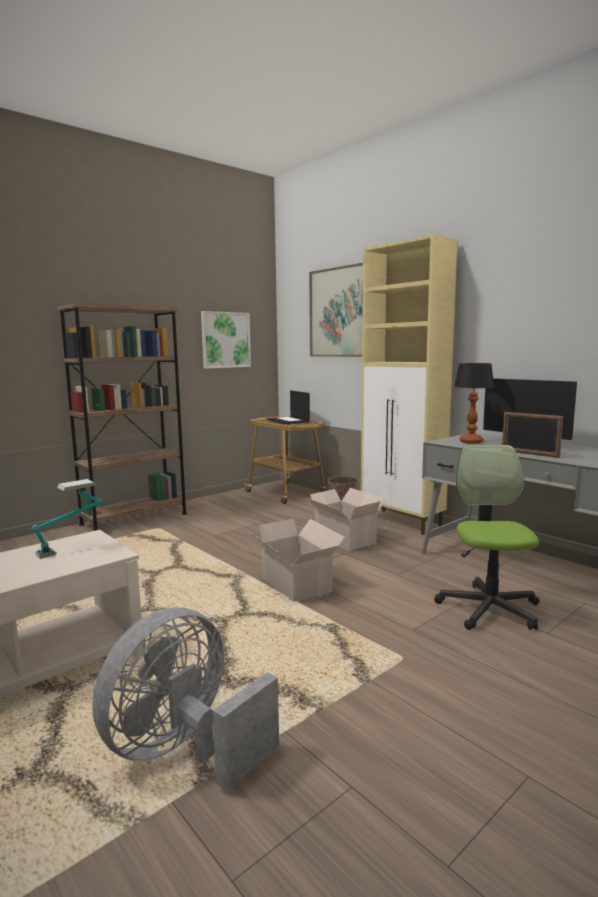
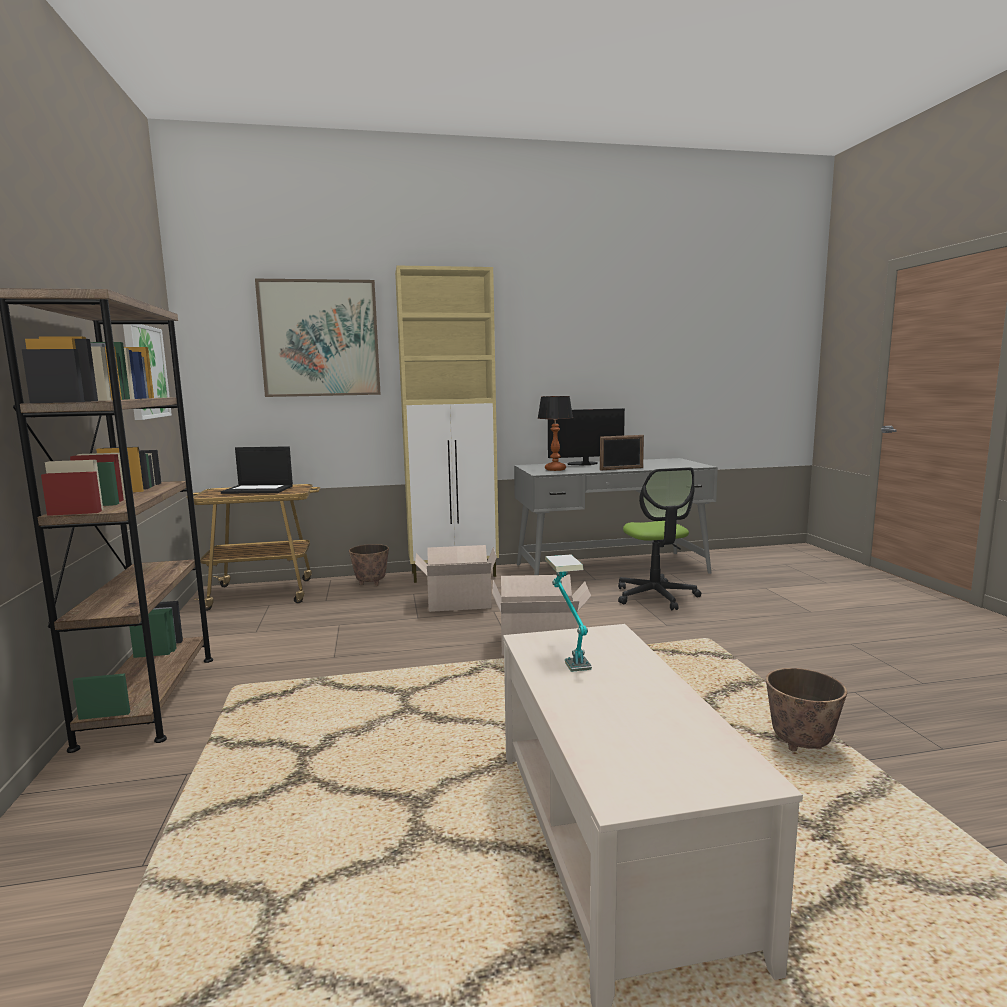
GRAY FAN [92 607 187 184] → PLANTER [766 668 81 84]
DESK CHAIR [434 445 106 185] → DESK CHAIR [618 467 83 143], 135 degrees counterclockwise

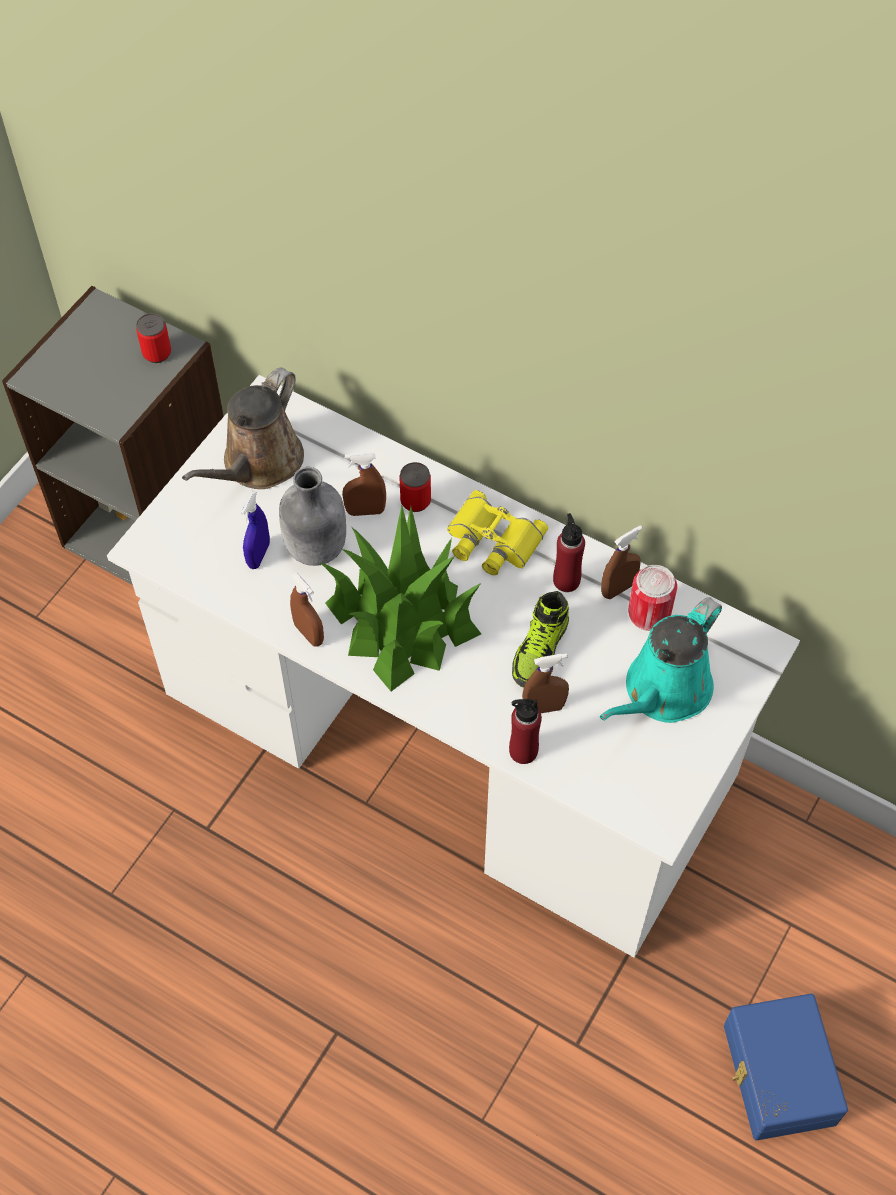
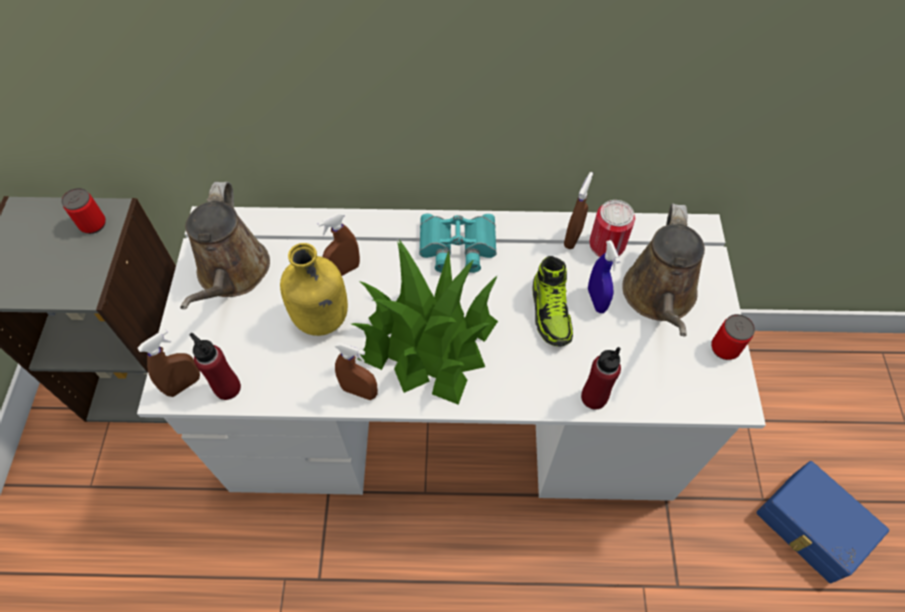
BLUE-COLOURED SPRAY BOTTLE [241 491 29 78] → BLUE-COLOURED SPRAY BOTTLE [588 240 32 73], moved
GRAY BOTTLE [279 467 67 99] → YELLOW-COLOURED BOTTLE [280 243 68 93]
METAL CAN [399 462 32 50] → METAL CAN [711 314 44 46], moved
YELLOW-COLOURED PAIR OF BINOCULARS [447 490 101 85] → TURQUOISE PAIR OF BINOCULARS [419 214 78 59]
BROWN SPRAY BOTTLE [522 653 47 60] → BROWN SPRAY BOTTLE [138 329 62 68], moved
RED-COLOURED BOTTLE [553 513 32 79] → RED-COLOURED BOTTLE [189 333 52 67], moved
TURQUOISE WATERING CAN [600 597 122 126] → BROWN WATERING CAN [622 203 83 133]

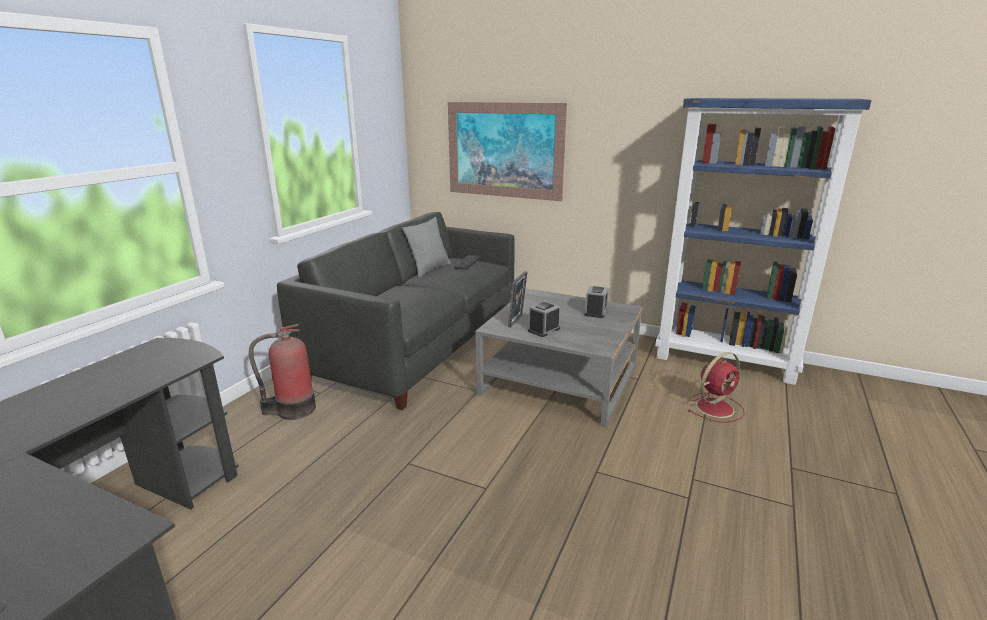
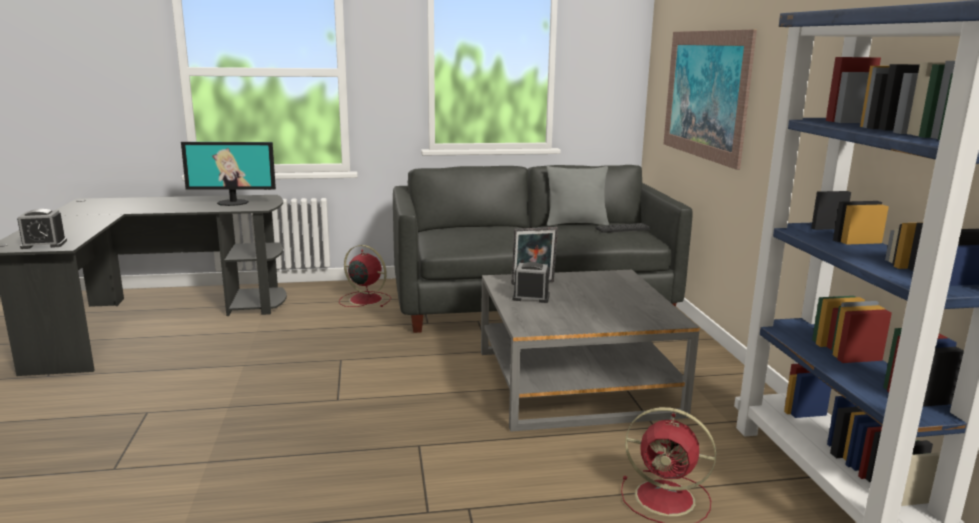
FIRE EXTINGUISHER [249 324 67 96] → RED-COLOURED FAN [339 245 52 62]
ALARM CLOCK [585 286 24 32] → ALARM CLOCK [17 209 50 40], moved
- → COMPUTER SCREEN [181 142 95 64]

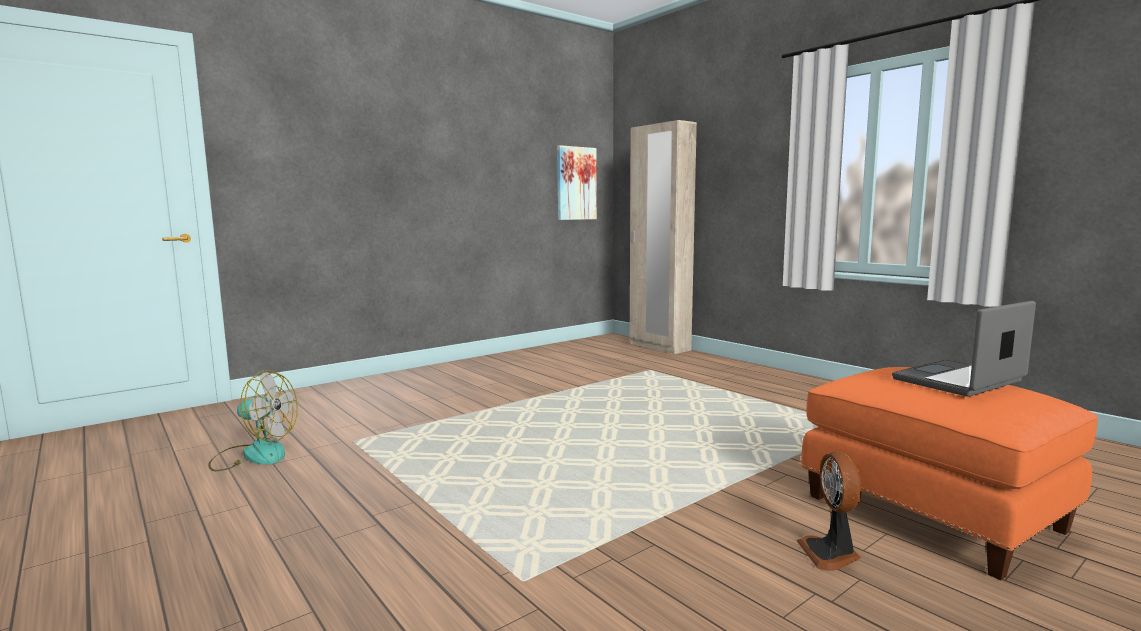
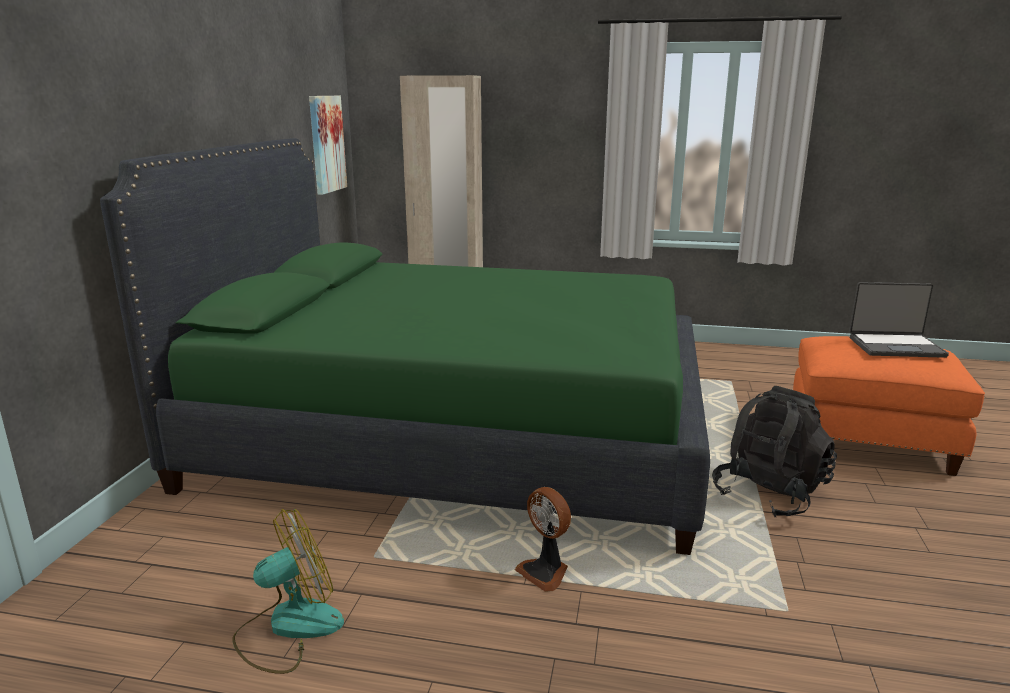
FAN [797 451 65 120] → FAN [515 487 56 105], moved
LAPTOP [892 301 144 96] → LAPTOP [849 282 100 76], 105 degrees counterclockwise
- → GREEN-COLOURED BED [100 138 610 417]
- → BLACKISH RUCKSACK [712 386 125 131]

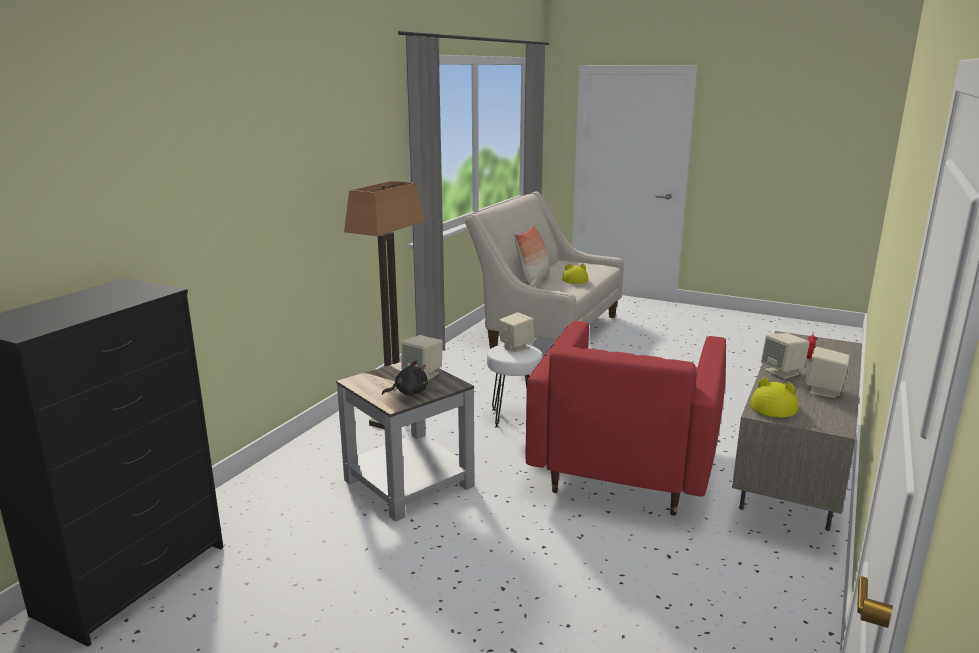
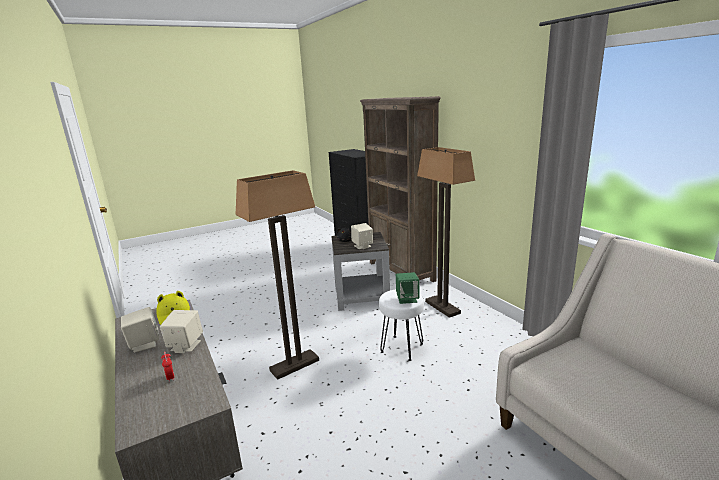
BEIGE-COLOURED LOUDSPEAKER [499 312 36 40] → GREEN-COLOURED LOUDSPEAKER [396 272 24 32]
THROW PILLOW [514 225 36 62] → -
RED-COLOURED LOUNGE CHAIR [526 321 200 195] → STANDING LAMP [235 170 84 210]
YELLOW-COLOURED CLOTHING HAT [562 263 26 21] → -
- → BROWN SHELVING UNIT [360 96 81 186]

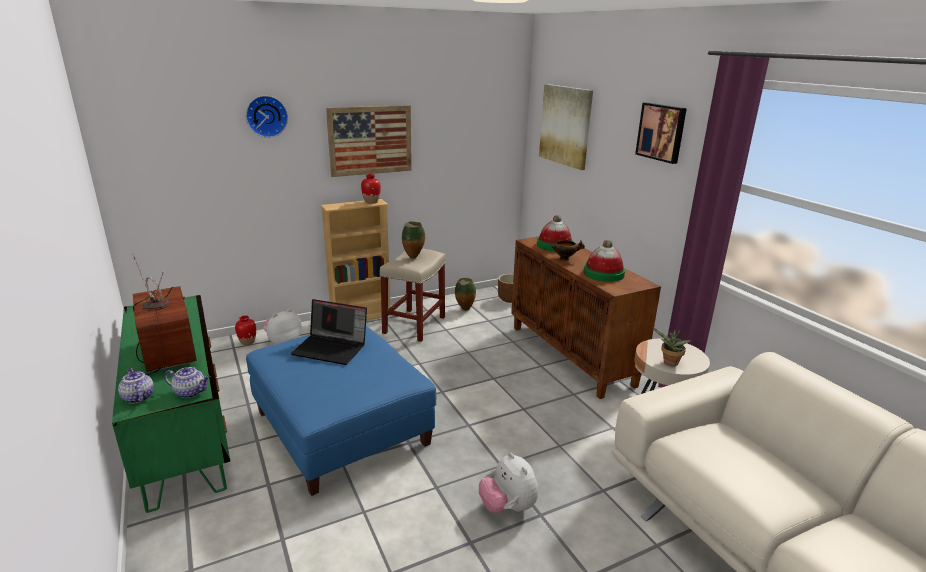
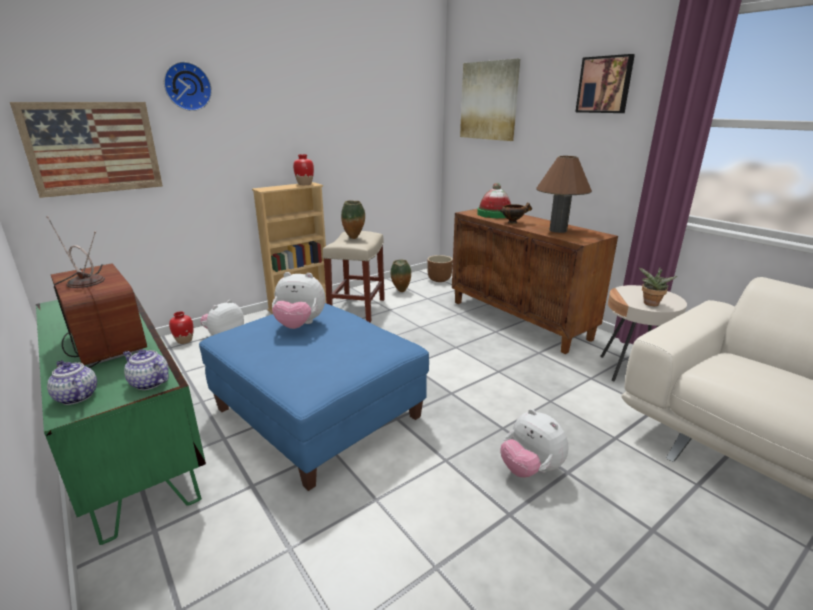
TEA POT [164 367 46 31] → TEA POT [123 349 46 41], 150 degrees counterclockwise
LAPTOP [291 299 76 66] → PLUSH TOY [272 272 53 57]
WALL PICTURE [326 105 86 72] → WALL PICTURE [10 102 153 96], moved
CLOTHING HAT [583 240 42 42] → BROWN LAMP FOR A TABLE [536 156 56 77]

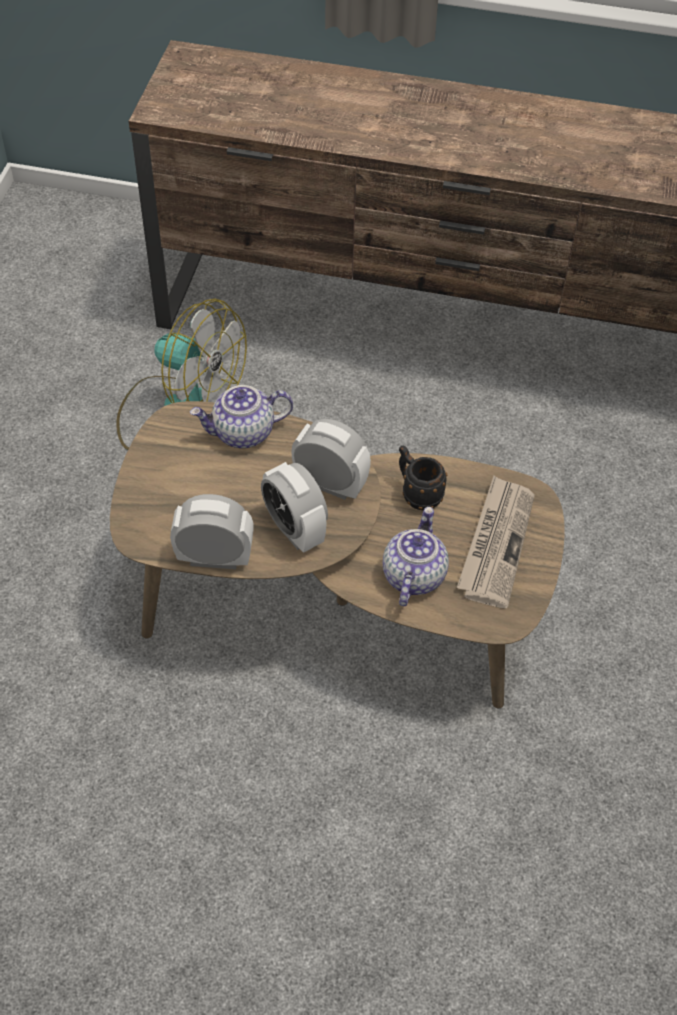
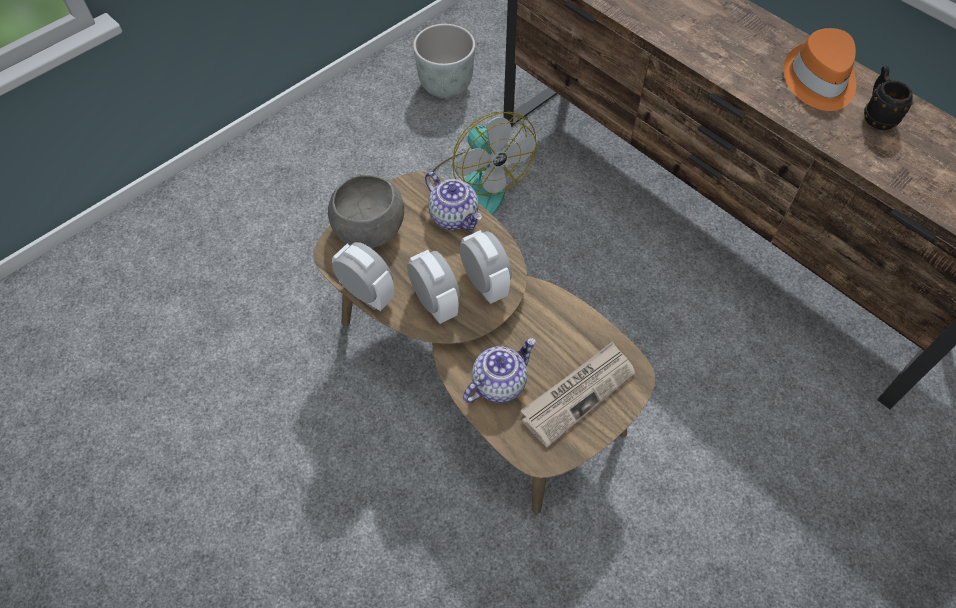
TEA POT [190 385 103 63] → TEA POT [425 172 57 58], 150 degrees counterclockwise
ALARM CLOCK [261 462 67 91] → ALARM CLOCK [407 250 53 74], 150 degrees clockwise
BLACKISH MUG [399 446 48 65] → BLACKISH MUG [864 66 49 64], moved
- → GRAY SERVING BOWL [328 175 76 73]
- → GRAY PLANTER [413 24 62 74]
- → ORANGEY CLOTHING HAT [783 28 73 83]

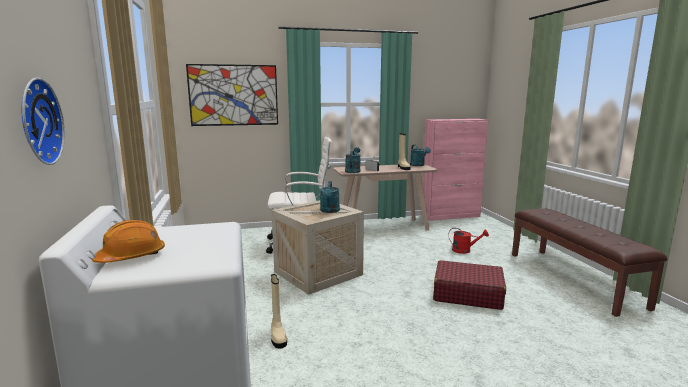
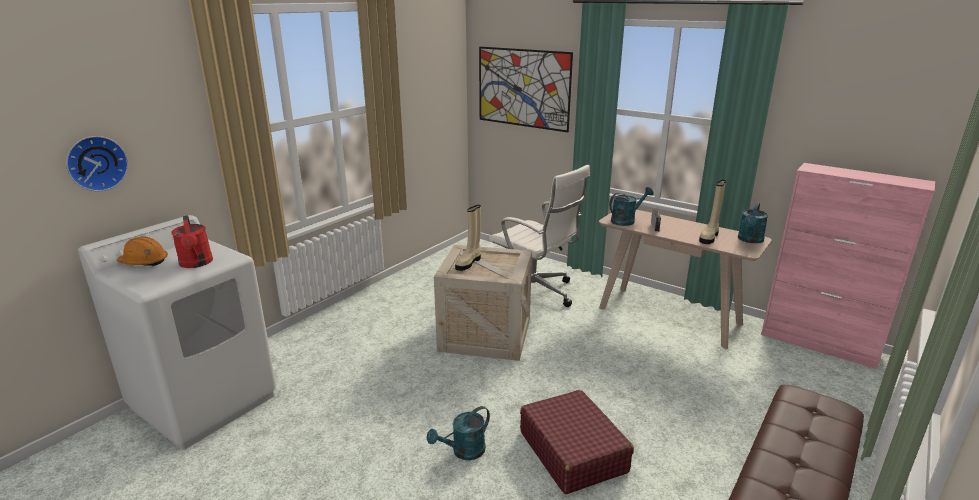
BEIGE-COLOURED TALL BOOT [271 274 16 75] → BEIGE-COLOURED TALL BOOT [455 205 26 66], moved
TURQUOISE WATERING CAN [320 181 20 32] → TURQUOISE WATERING CAN [427 406 63 54], moved
RED-COLOURED WATERING CAN [448 228 41 26] → RED-COLOURED WATERING CAN [172 215 41 53], moved

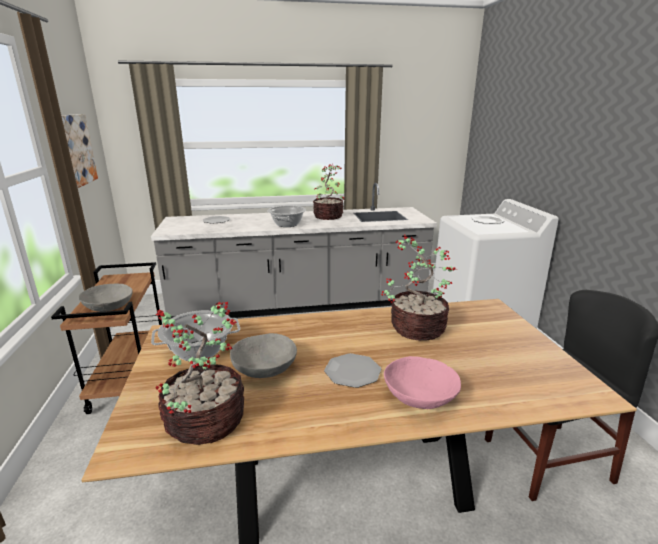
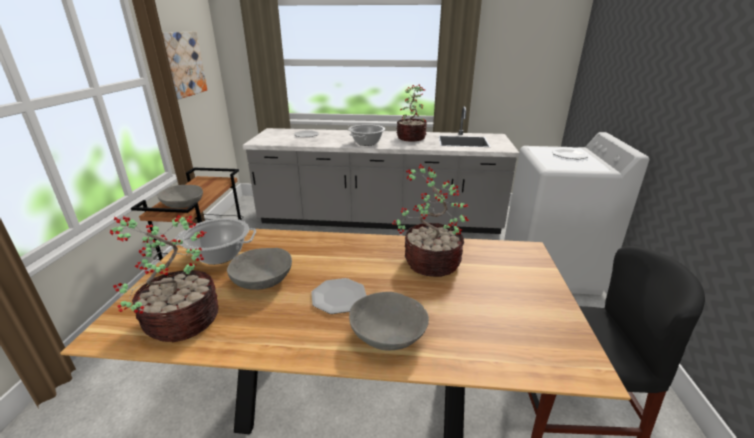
PINK-COLOURED SERVING BOWL [384 356 77 53] → GRAY SERVING BOWL [349 292 80 58]

